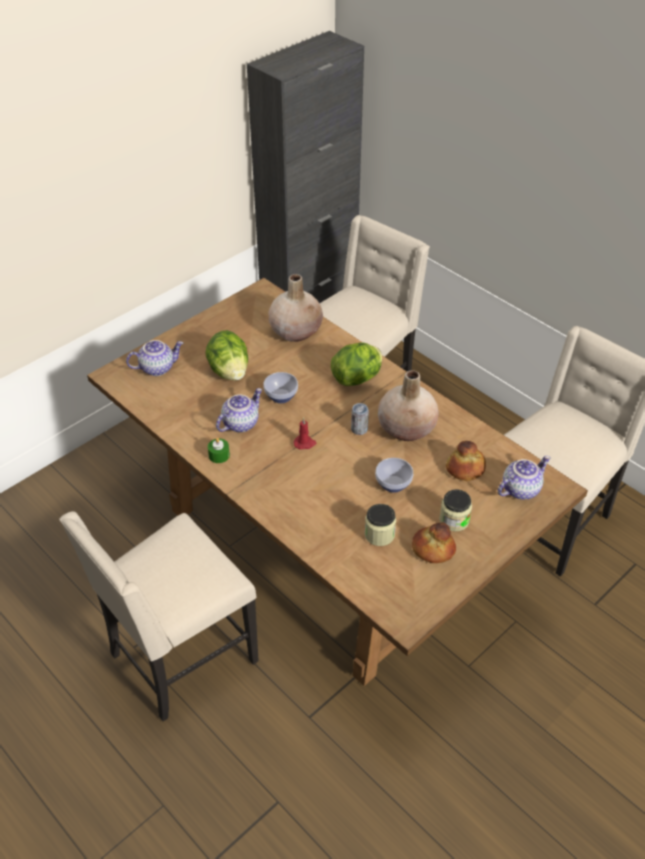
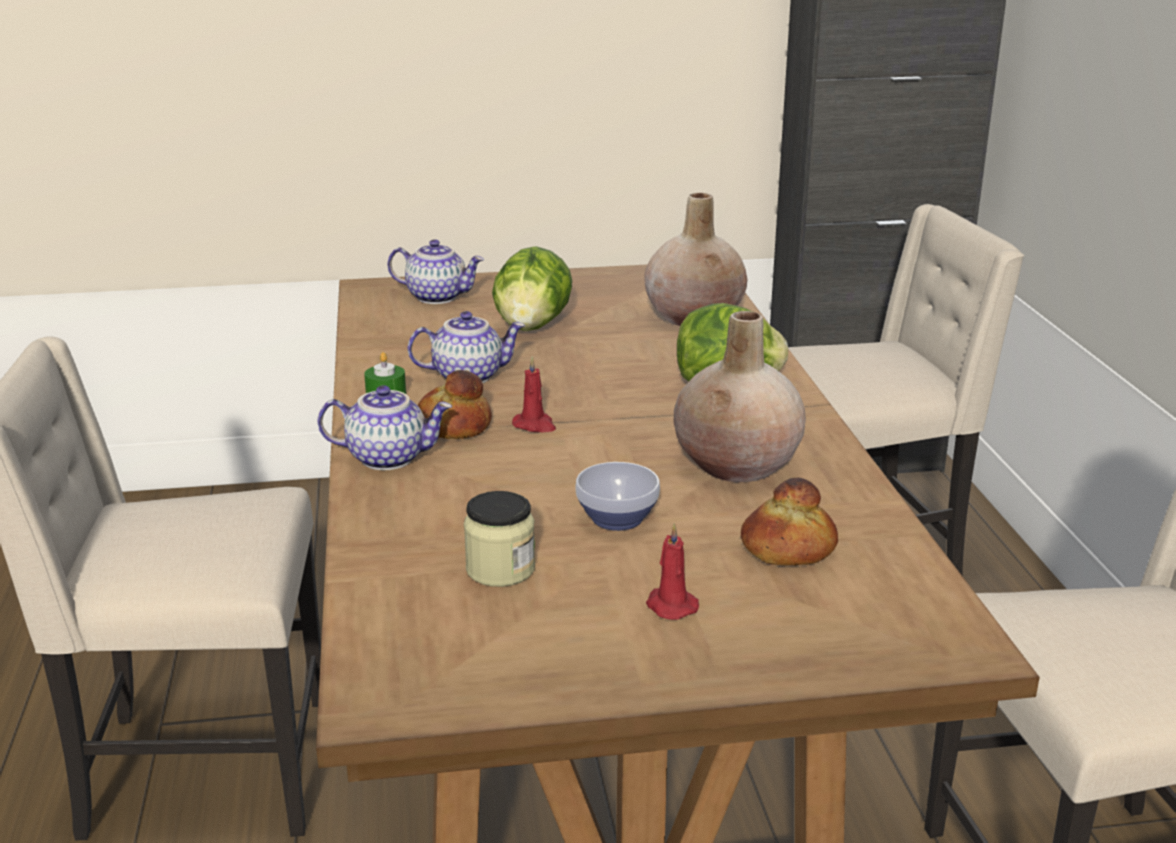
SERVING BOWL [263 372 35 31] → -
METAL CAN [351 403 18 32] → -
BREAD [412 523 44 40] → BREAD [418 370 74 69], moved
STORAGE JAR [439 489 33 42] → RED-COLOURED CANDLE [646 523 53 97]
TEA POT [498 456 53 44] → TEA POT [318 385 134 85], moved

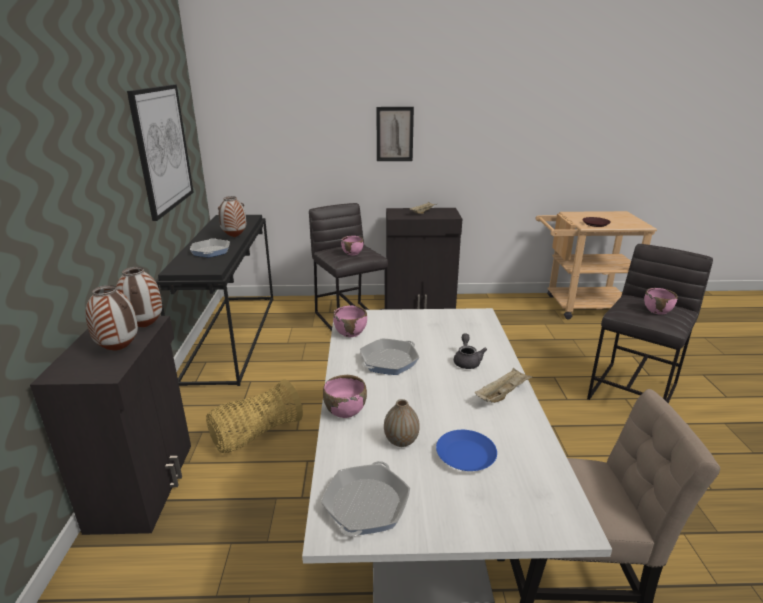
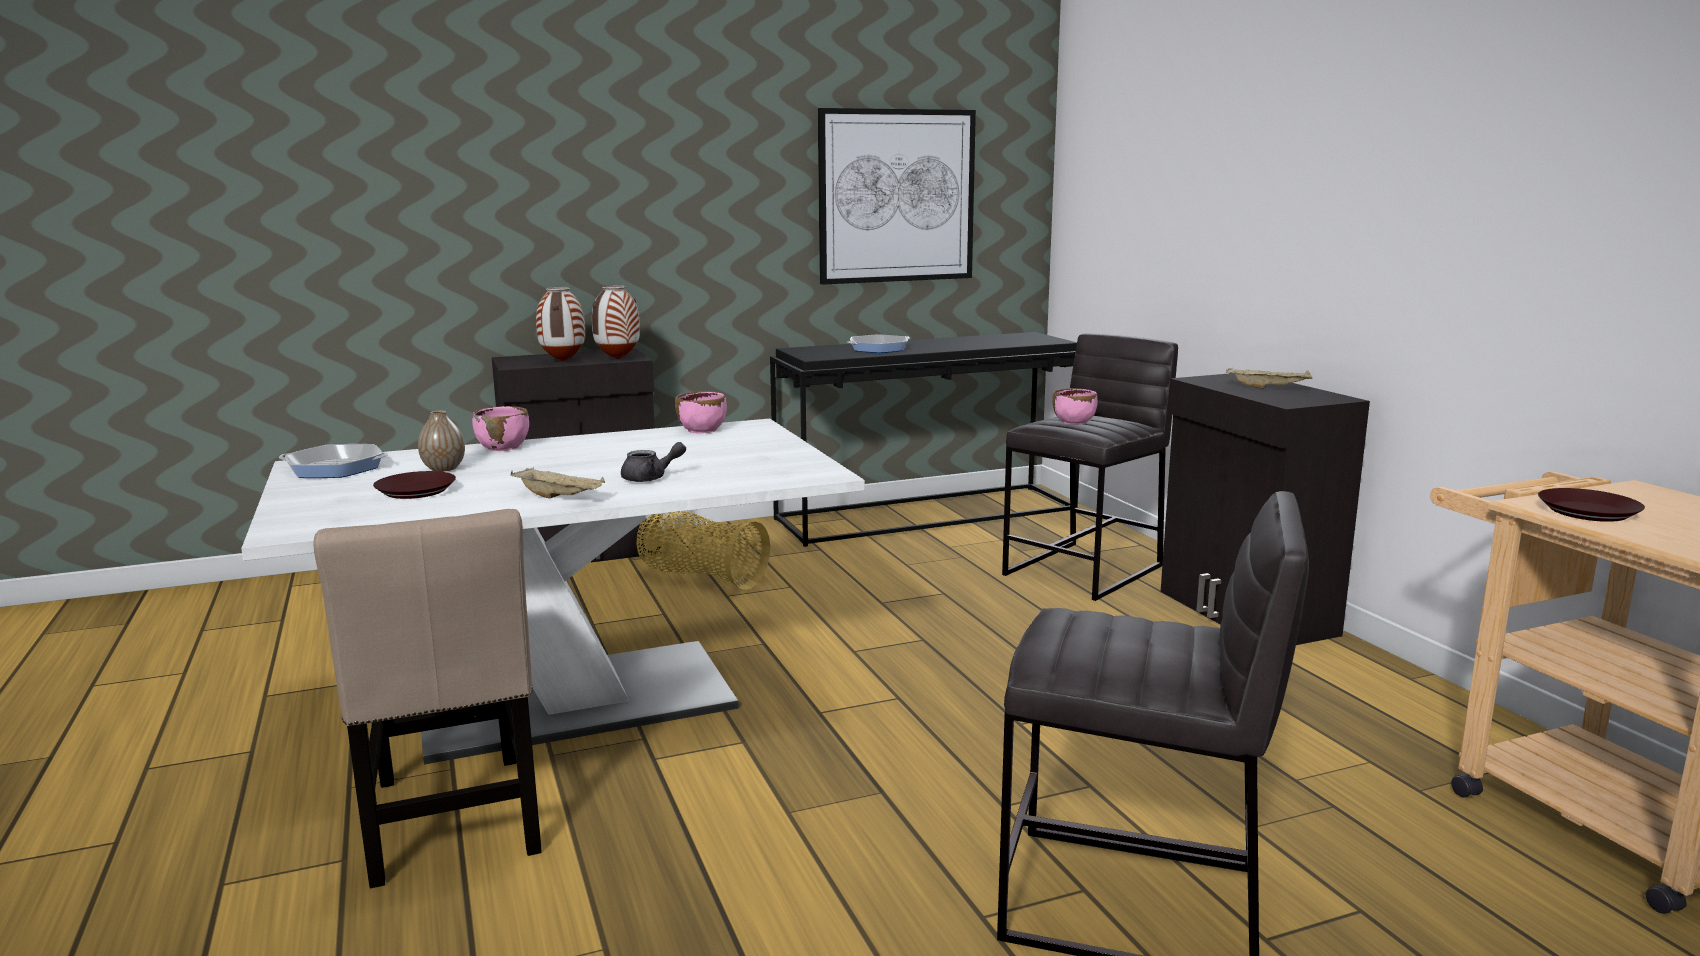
DECORATIVE VASE [218 196 28 41] → -
SKILLET [360 338 59 37] → -
WALL PICTURE [377 107 37 54] → -
BLUE-COLOURED FLAT DISH [436 430 61 41] → BROWN FLAT DISH [373 471 83 28]
PINK-COLOURED SERVING BOWL [644 288 34 27] → -

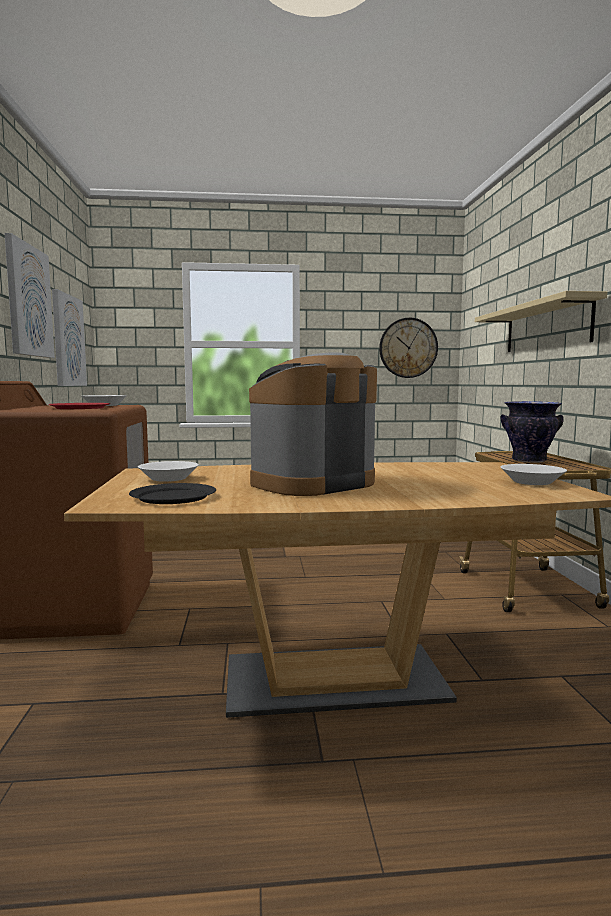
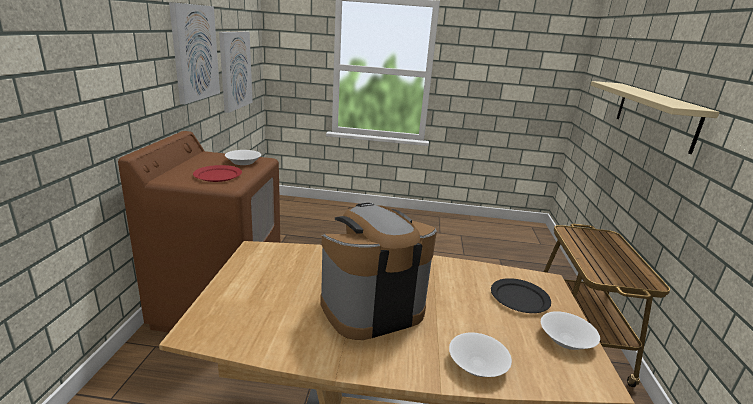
BLACKISH FLAT DISH [129 483 87 21] → BLACKISH FLAT DISH [491 278 60 35], moved
WHITISH SERVING BOWL [138 461 61 21] → WHITISH SERVING BOWL [449 333 63 44], moved
HANGING CLOCK [379 318 59 60] → -
DECORATIVE VASE [500 401 64 62] → -

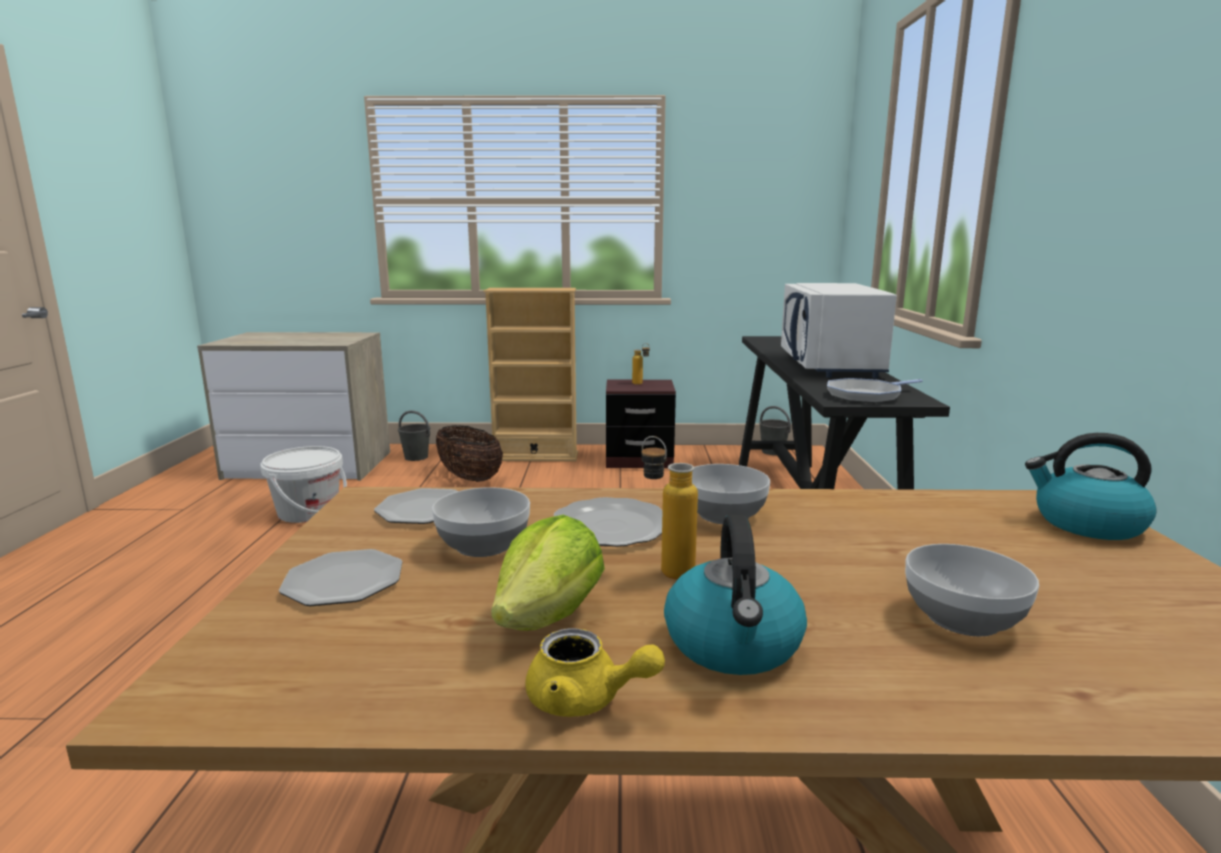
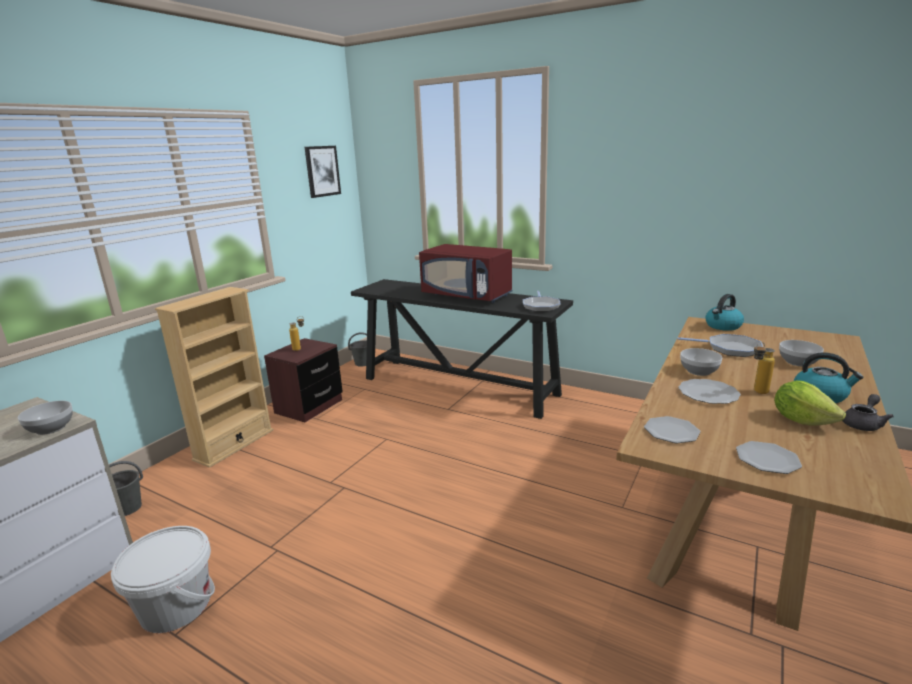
SERVING BOWL [432 487 98 70] → SERVING BOWL [18 401 55 34], moved
HOUSEHOLD BASKET [436 425 67 57] → -
YELLOW-COLOURED TEA POT [525 628 140 89] → GRAY TEA POT [843 394 51 37]
WHITISH MICROWAVE OVEN [781 283 116 95] → RED-COLOURED MICROWAVE OVEN [419 244 93 59]
- → WALL PICTURE [305 146 36 52]
- → SKILLET [677 334 86 23]

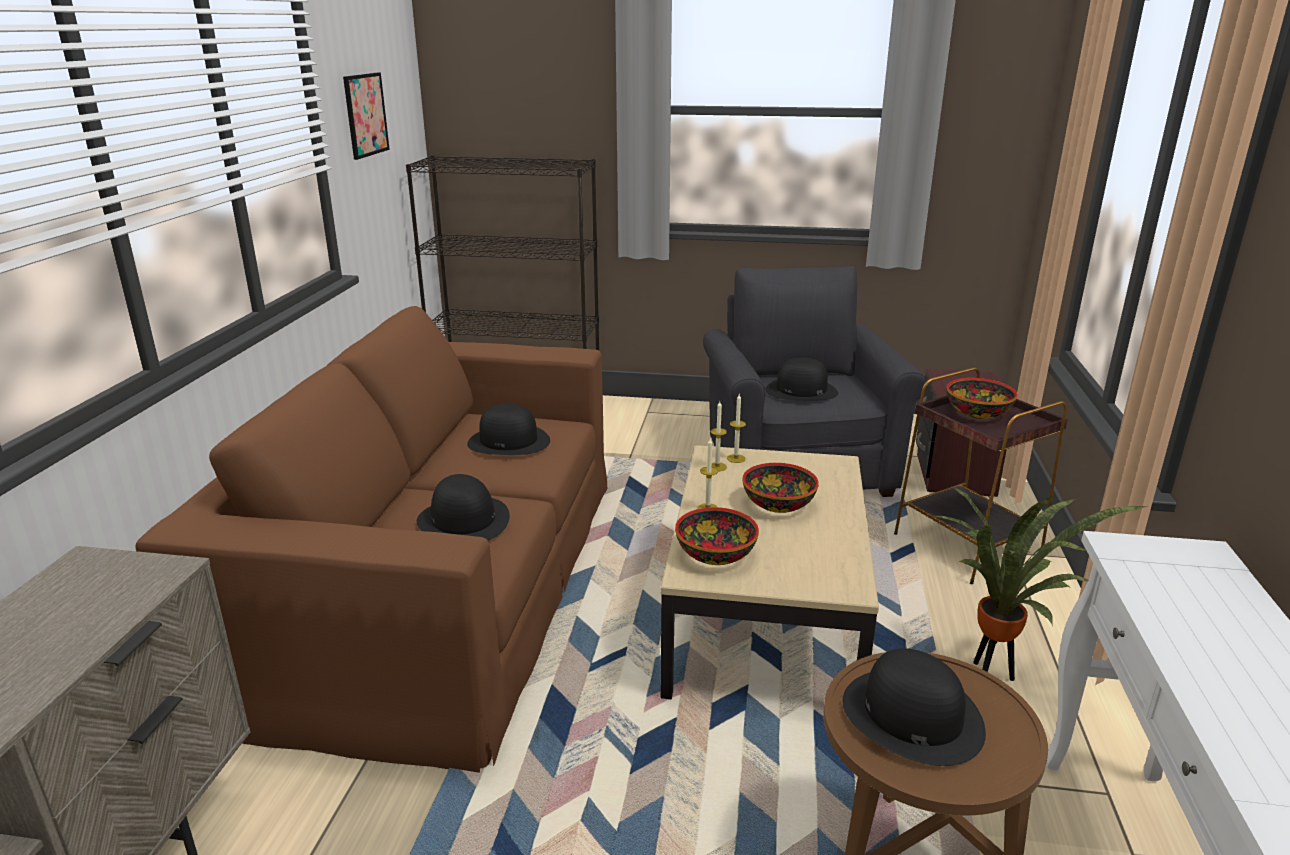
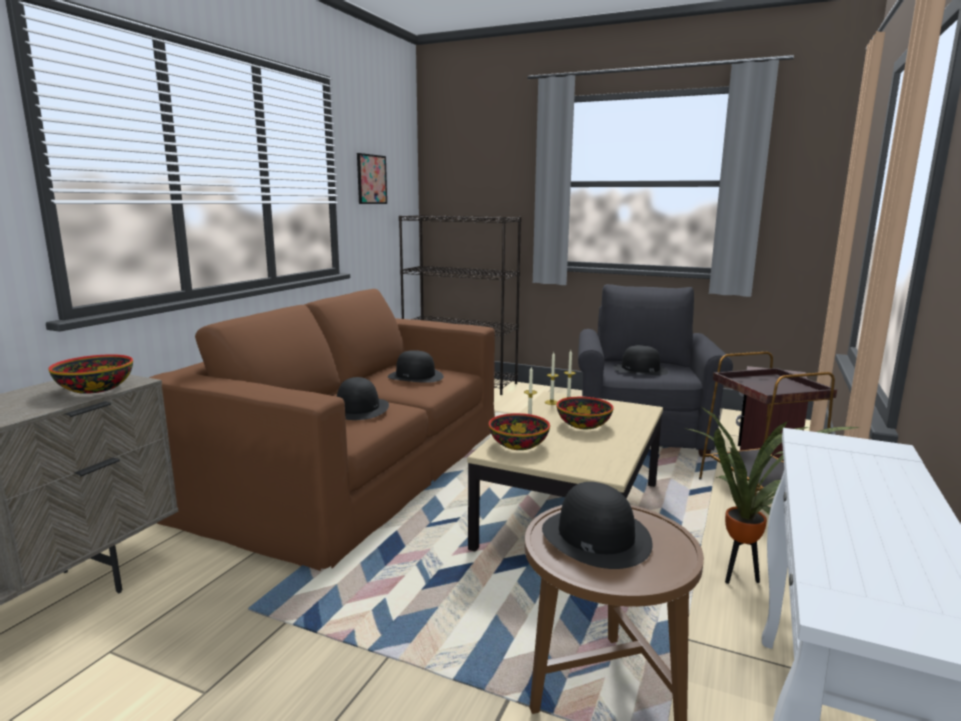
SERVING BOWL [947 378 71 41] → SERVING BOWL [48 354 85 40], moved

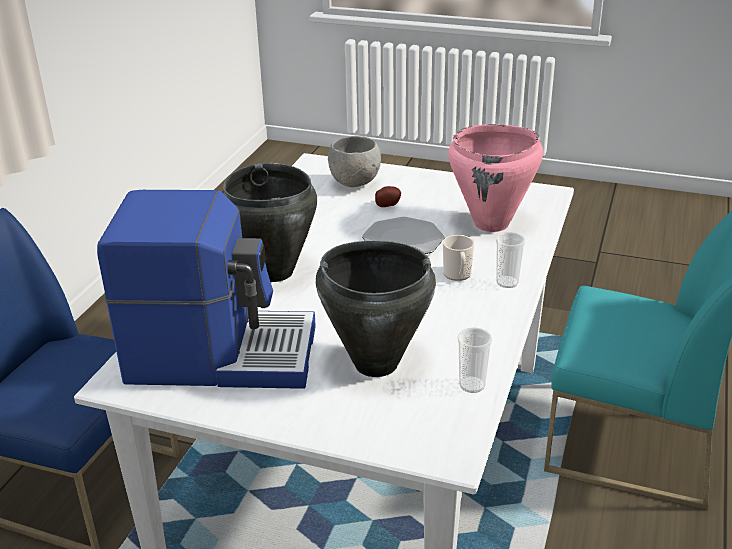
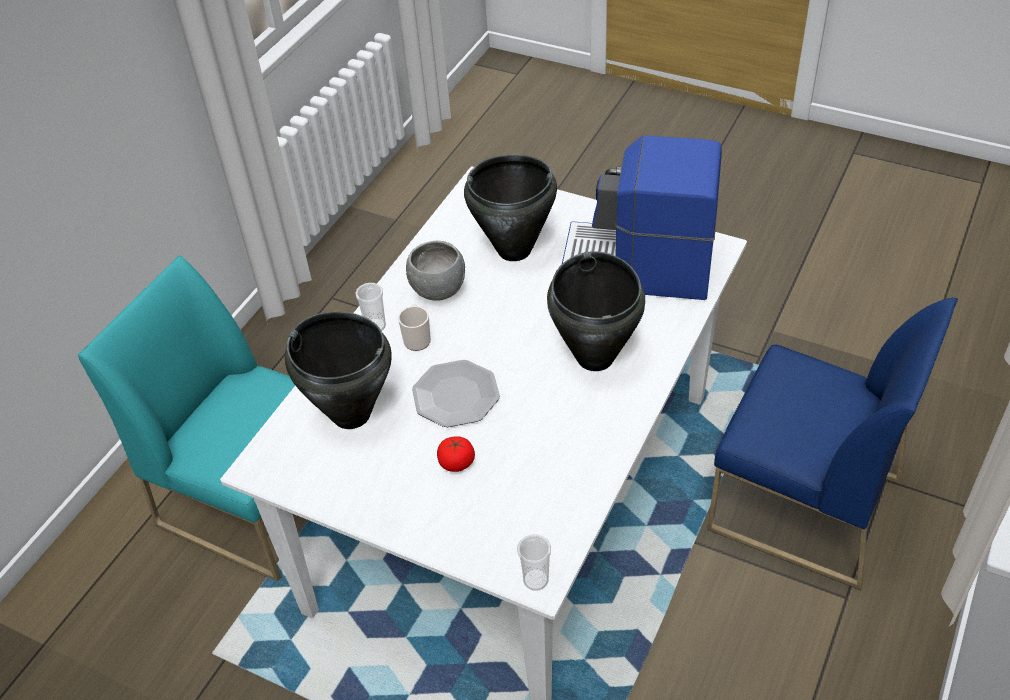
GRAY SERVING BOWL [328 136 53 51] → GRAY SERVING BOWL [406 241 59 60], moved
SPUD [375 186 26 21] → TOMATO [437 436 38 36]
PINK-COLOURED SAUCEPOT [448 124 95 108] → BLACKISH SAUCEPOT [285 311 107 118]
DRINKING CUP [457 327 35 66] → DRINKING CUP [517 534 34 57], moved

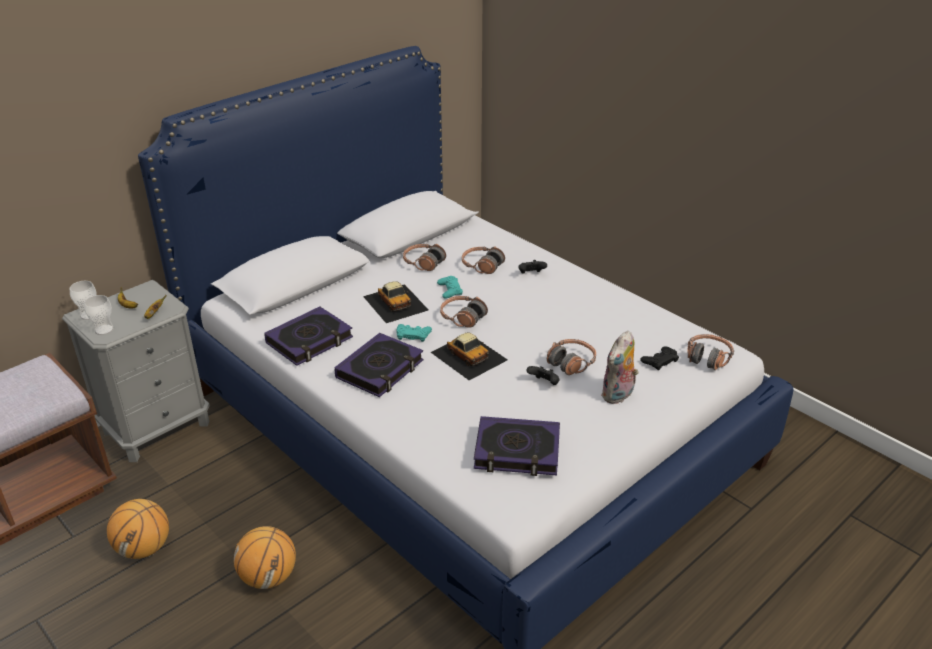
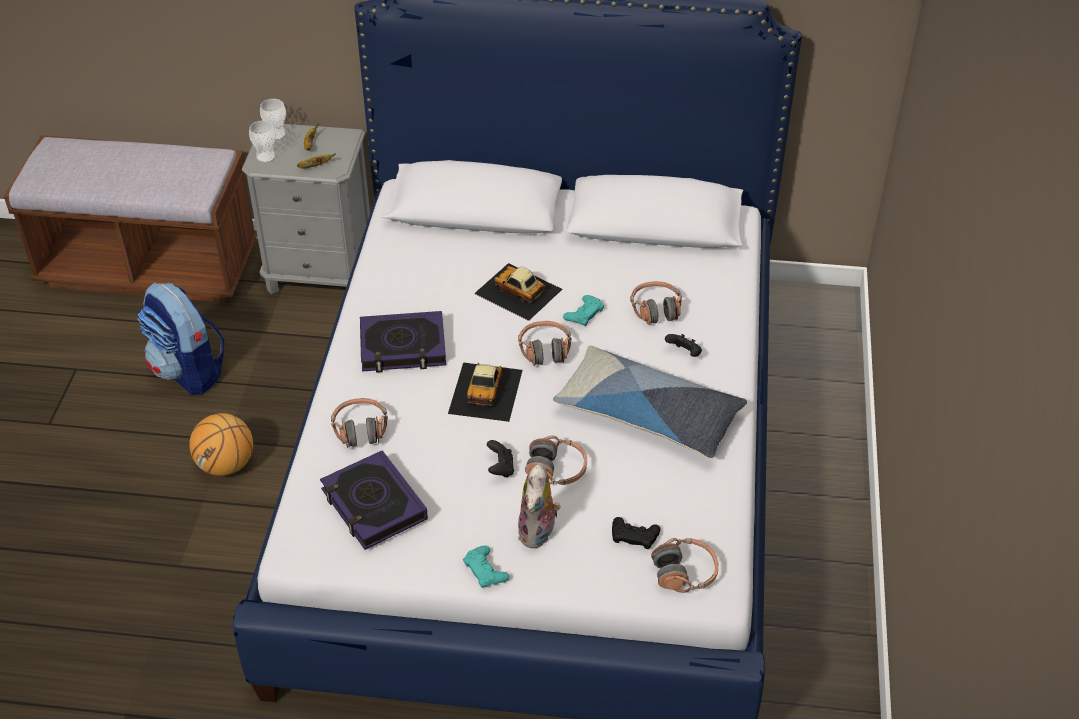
BALL FOR BASKETBALL [107 499 62 60] → RUCKSACK [137 282 88 112]
BOOK [264 307 89 59] → -
MODEL CAR [363 281 65 42] → MODEL CAR [474 263 88 58], 105 degrees clockwise
TURQUOISE GAMEPAD [396 324 36 18] → TURQUOISE GAMEPAD [463 545 46 43], moved
HEADPHONES [403 244 43 27] → HEADPHONES [331 398 57 50], moved
PLUSH TOY [601 331 37 73] → PLUSH TOY [518 464 43 85], 75 degrees counterclockwise
- → THROW PILLOW [553 346 194 112]

